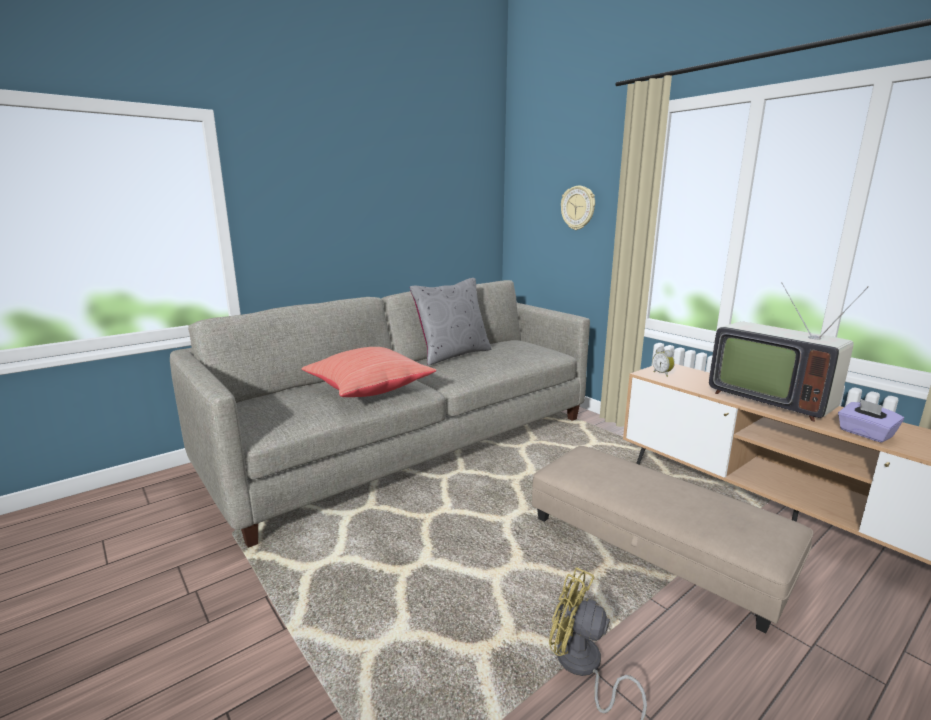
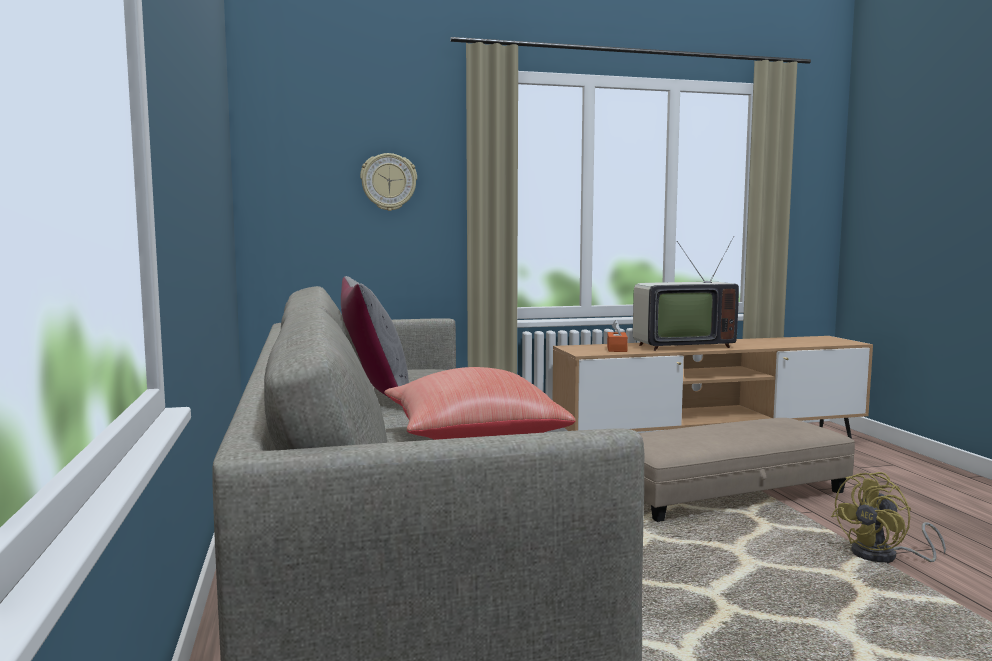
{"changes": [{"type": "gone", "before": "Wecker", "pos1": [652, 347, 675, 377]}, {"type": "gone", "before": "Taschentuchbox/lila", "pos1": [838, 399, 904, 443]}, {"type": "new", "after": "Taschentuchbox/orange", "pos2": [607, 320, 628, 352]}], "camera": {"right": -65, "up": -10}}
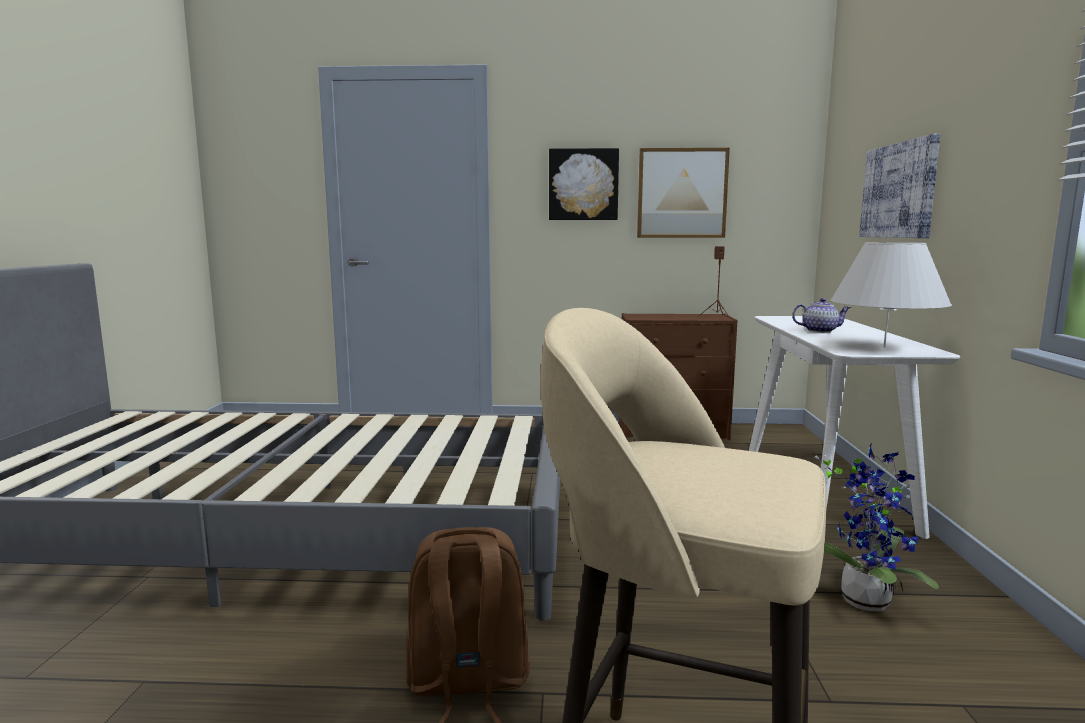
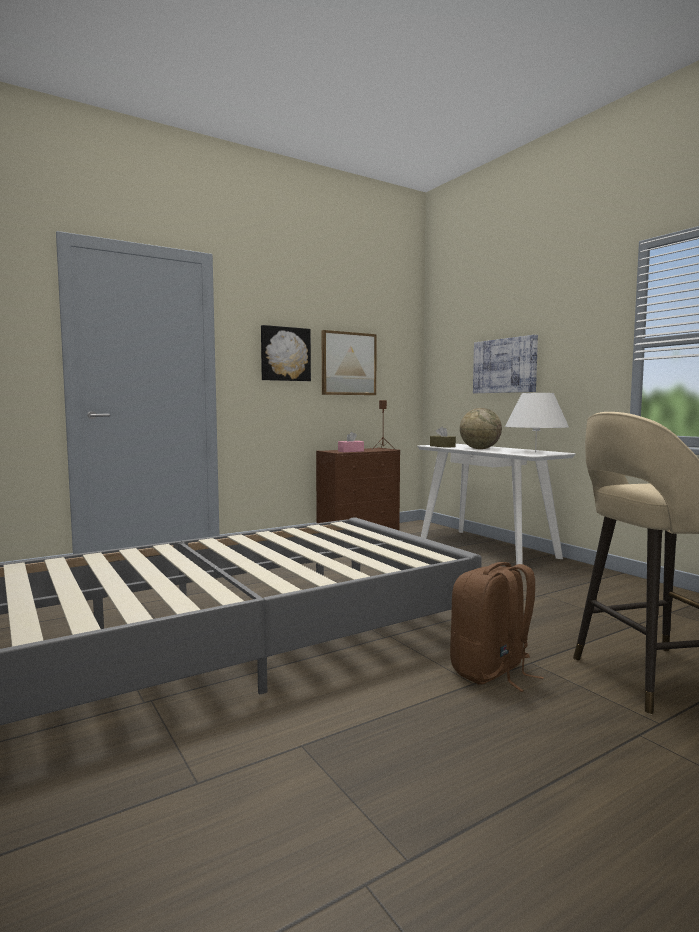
{"changes": [{"type": "swapped", "before": "Teekanne", "after": "Globus", "pos1": [792, 298, 851, 333], "pos2": [460, 408, 502, 449]}, {"type": "gone", "before": "Topfpflanze", "pos1": [815, 443, 939, 611]}, {"type": "new", "after": "Taschentuchbox/rosa", "pos2": [338, 432, 364, 452]}, {"type": "new", "after": "Taschentuchbox/braun", "pos2": [430, 426, 456, 448]}], "camera": {"right": -35, "up": -5}}
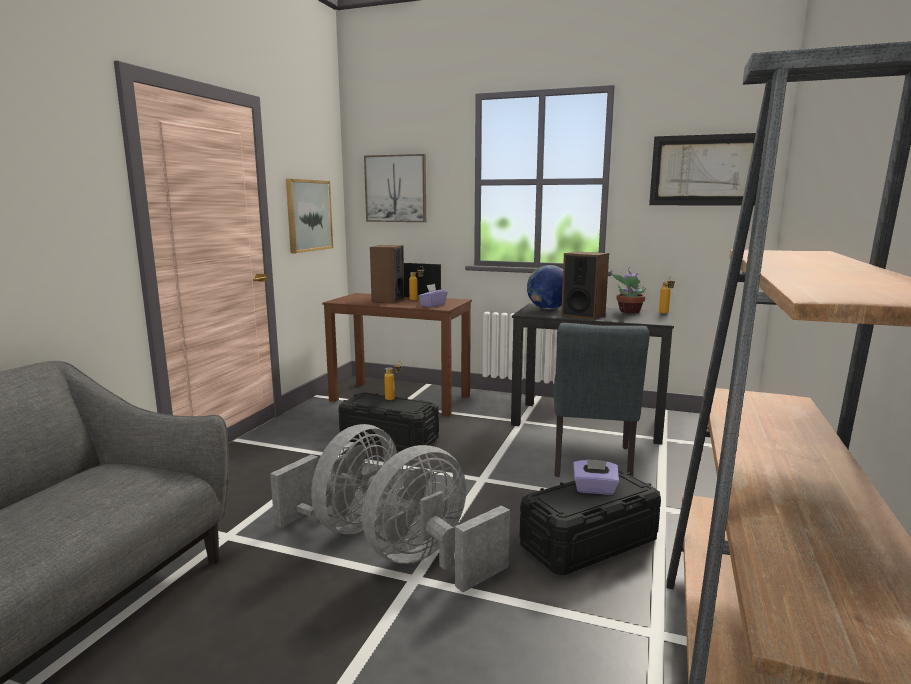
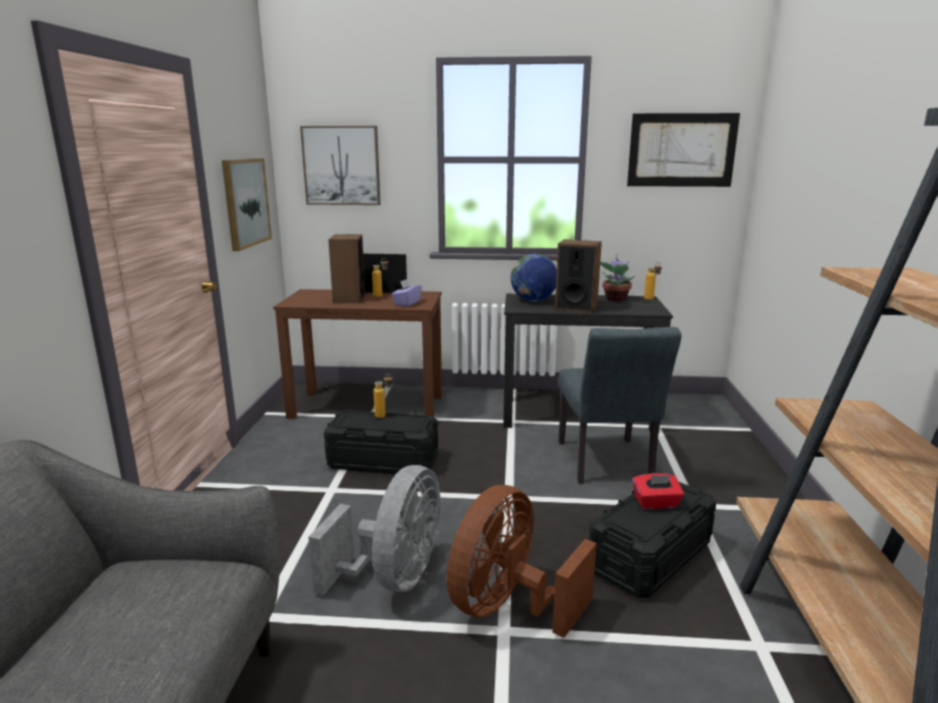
{"changes": [{"type": "repainted", "before": "Ventilator/grau", "after": "Ventilator/braun", "pos1": [362, 445, 510, 592], "pos2": [447, 485, 597, 638]}, {"type": "repainted", "before": "Taschentuchbox/lila", "after": "Taschentuchbox/rot", "pos1": [573, 459, 619, 495], "pos2": [632, 473, 684, 509]}], "camera": {"right": -15, "up": 5}}
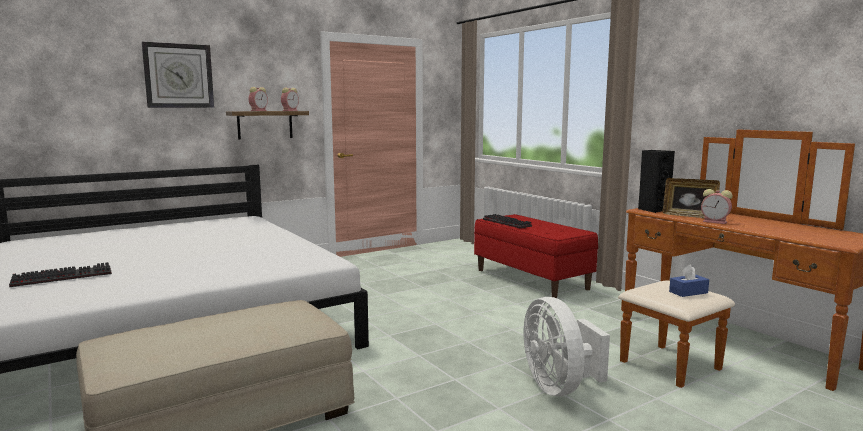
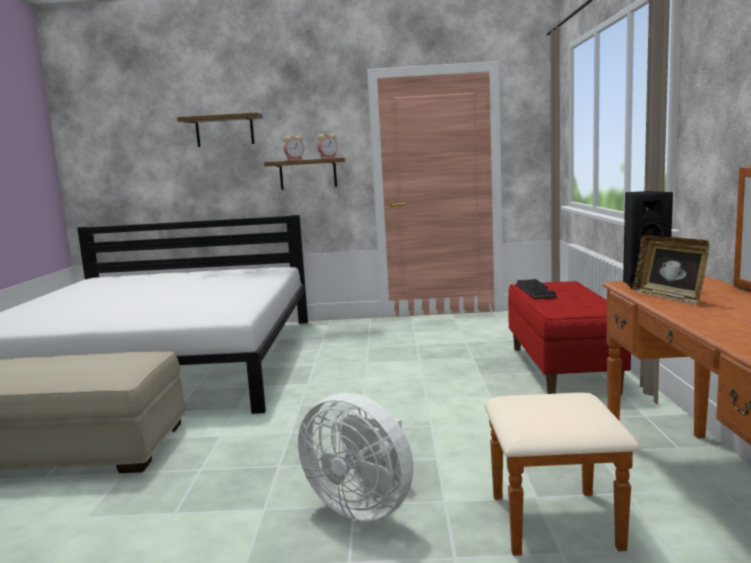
{"changes": [{"type": "gone", "before": "Tastatur", "pos1": [9, 262, 112, 287]}, {"type": "swapped", "before": "Wanduhr", "after": "Wandregal", "pos1": [142, 42, 214, 108], "pos2": [177, 112, 263, 147]}, {"type": "rotated", "before": "Ventilator/weiß", "pos1": [524, 297, 610, 396], "pos2": [298, 393, 413, 521], "turn": -75}, {"type": "gone", "before": "Taschentuchbox/blau", "pos1": [669, 265, 709, 297]}, {"type": "gone", "before": "Wecker", "pos1": [701, 189, 733, 224]}], "camera": {"right": 35, "up": 0}}
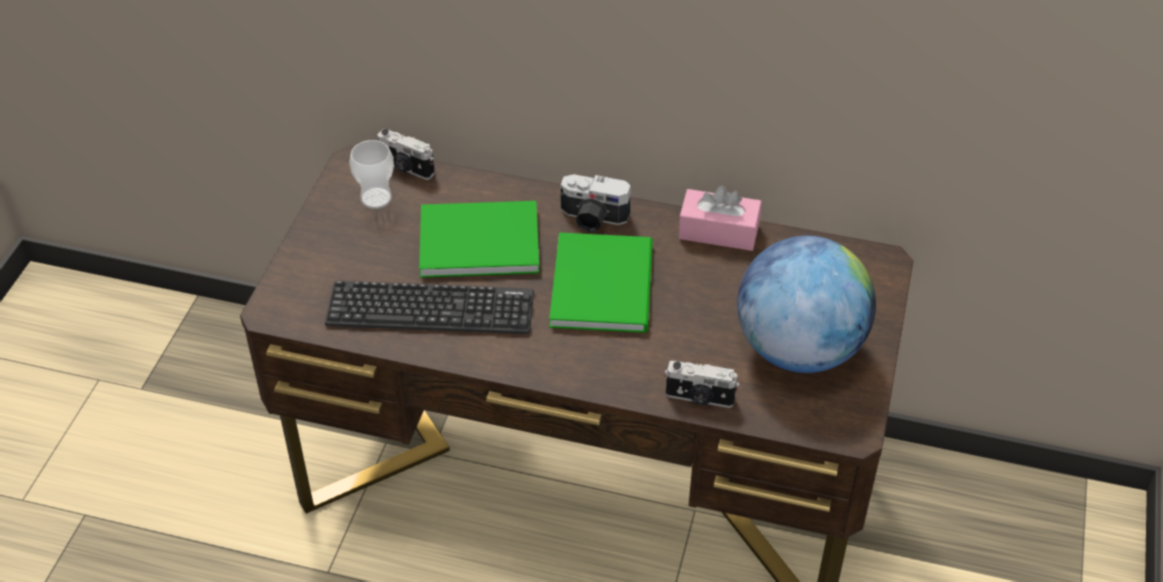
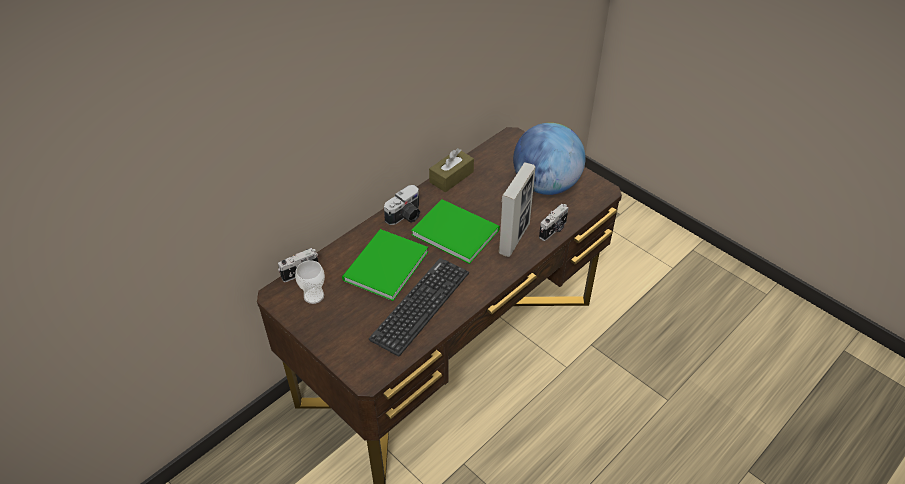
{"changes": [{"type": "repainted", "before": "Taschentuchbox/rosa", "after": "Taschentuchbox/braun", "pos1": [678, 186, 762, 251], "pos2": [429, 148, 474, 192]}, {"type": "new", "after": "Bilderrahmen", "pos2": [498, 162, 536, 257]}], "camera": {"right": -60, "up": 0}}
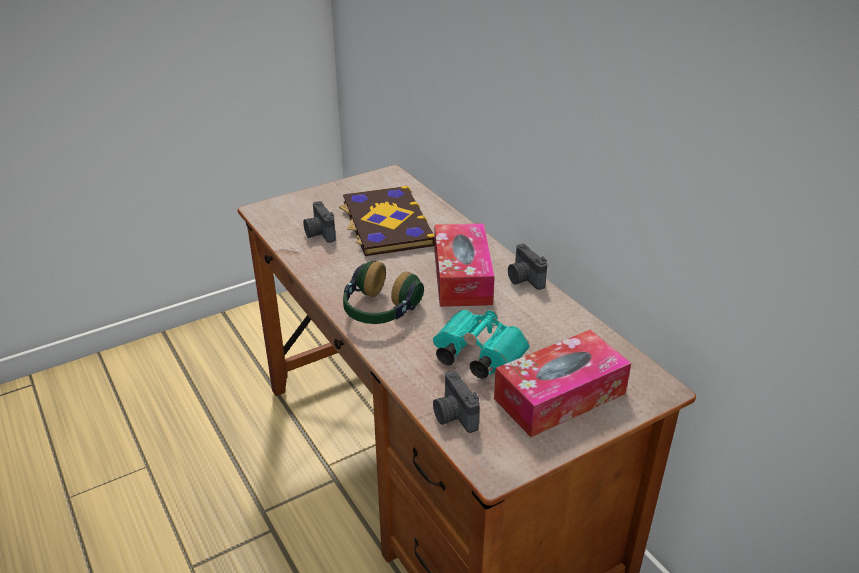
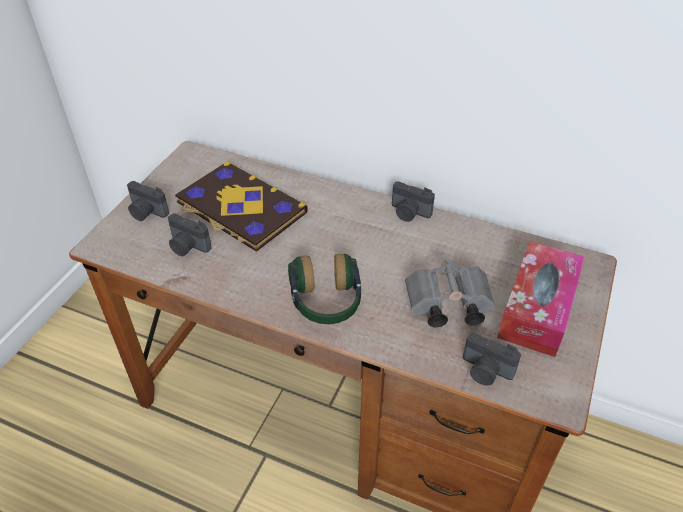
{"changes": [{"type": "repainted", "before": "Fernglas/türkis", "after": "Fernglas/grau", "pos1": [433, 309, 530, 379], "pos2": [405, 259, 495, 327]}, {"type": "gone", "before": "Taschentuchbox", "pos1": [435, 223, 495, 307]}, {"type": "new", "after": "Kamera", "pos2": [127, 181, 169, 221]}], "camera": {"right": -35, "up": 10}}
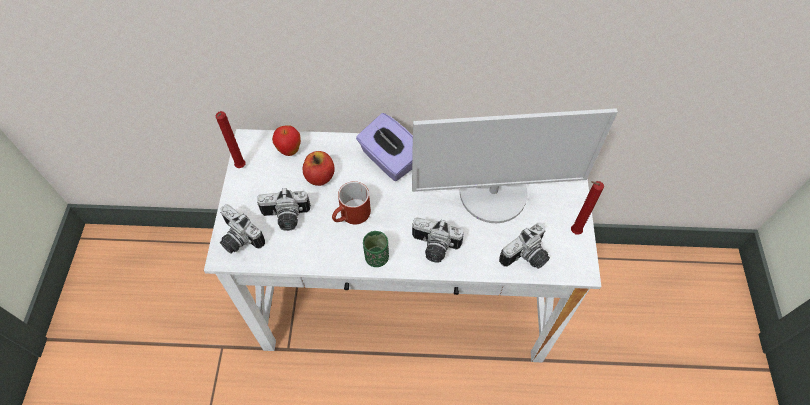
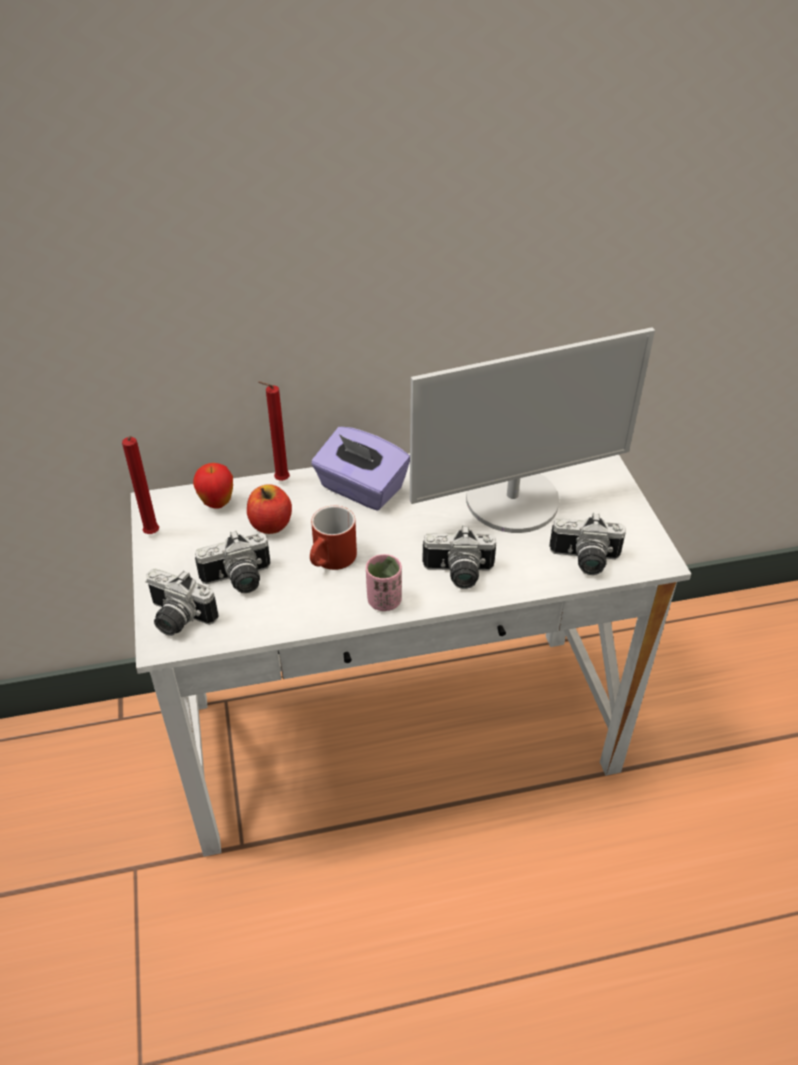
{"changes": [{"type": "repainted", "before": "Tasse/grün", "after": "Tasse/rosa", "pos1": [363, 231, 389, 267], "pos2": [366, 554, 402, 611]}, {"type": "rotated", "before": "Kamera", "pos1": [499, 223, 550, 269], "pos2": [549, 513, 626, 575], "turn": 60}, {"type": "shifted", "before": "Kerze/rot", "pos1": [571, 181, 604, 235], "pos2": [258, 381, 290, 481]}], "camera": {"right": -15, "up": -15}}
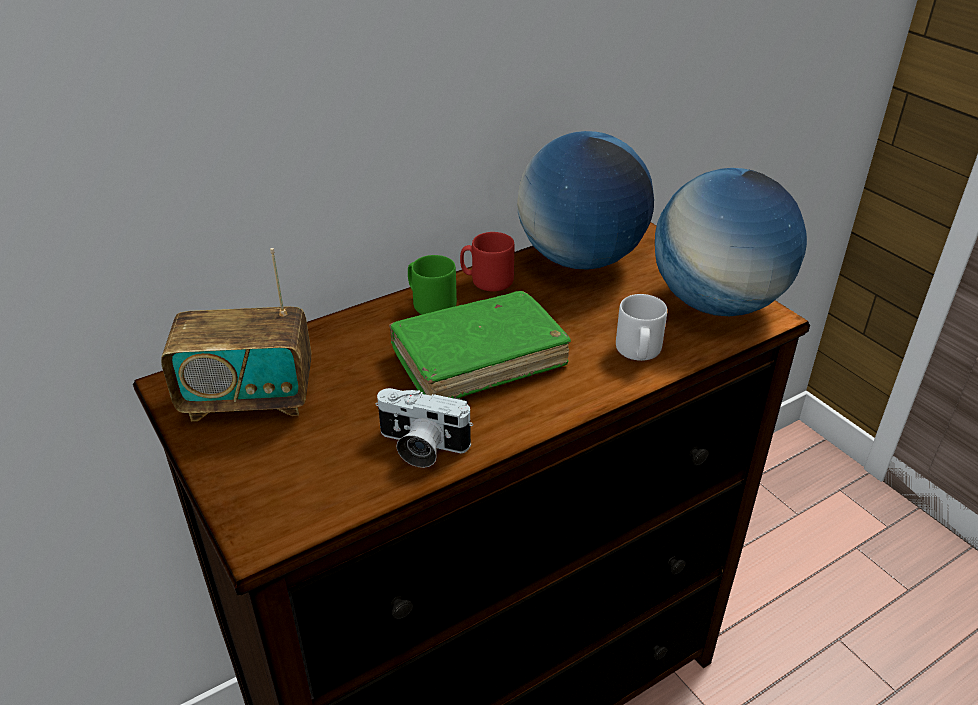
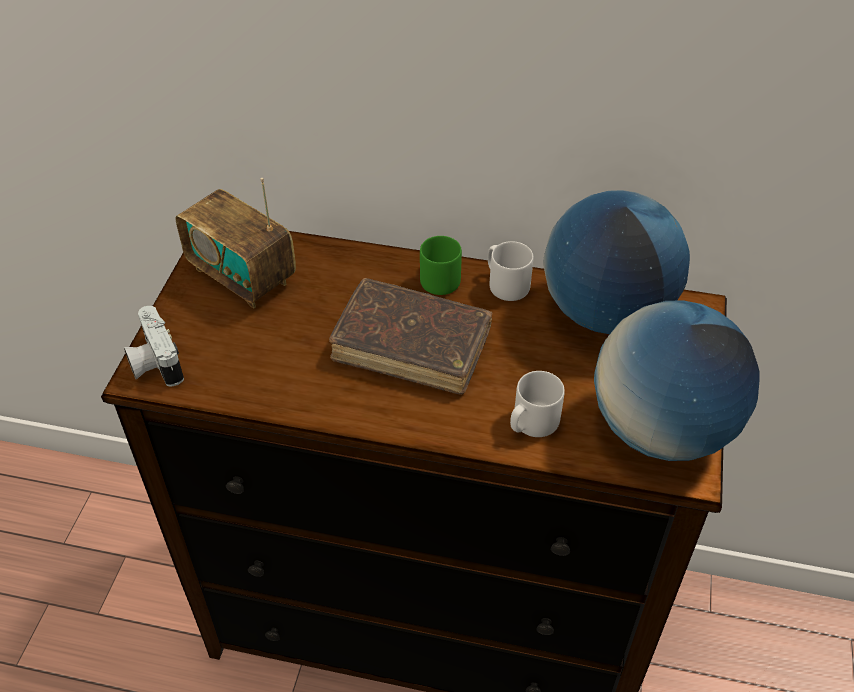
{"changes": [{"type": "shifted", "before": "Kamera", "pos1": [376, 388, 473, 468], "pos2": [124, 306, 184, 387]}, {"type": "repainted", "before": "Buch/grün", "after": "Buch/braun", "pos1": [389, 291, 571, 398], "pos2": [329, 278, 492, 395]}, {"type": "repainted", "before": "Henkelbecher/rot", "after": "Henkelbecher/grau", "pos1": [460, 232, 514, 291], "pos2": [488, 241, 533, 301]}], "camera": {"right": 45, "up": 10}}
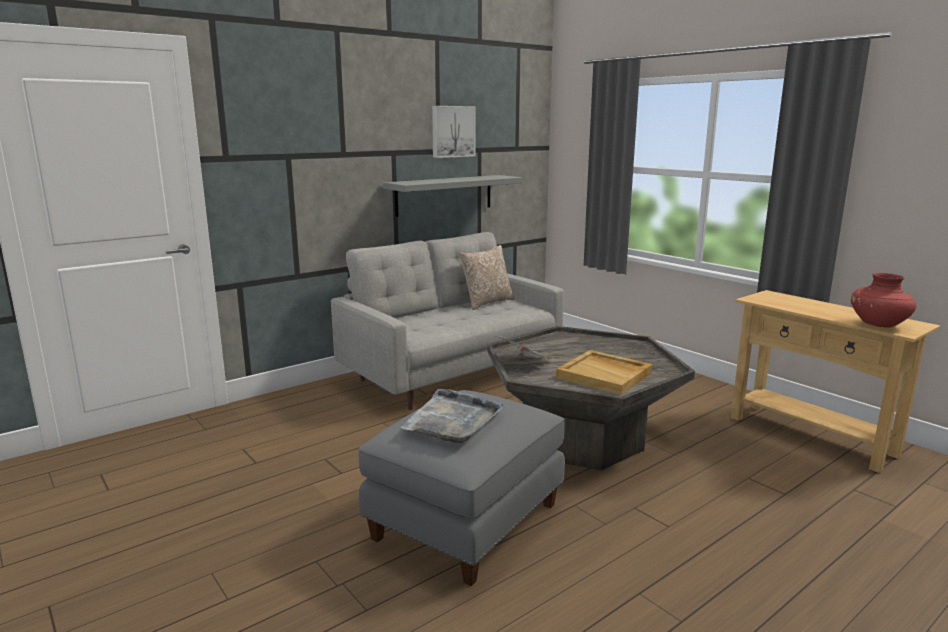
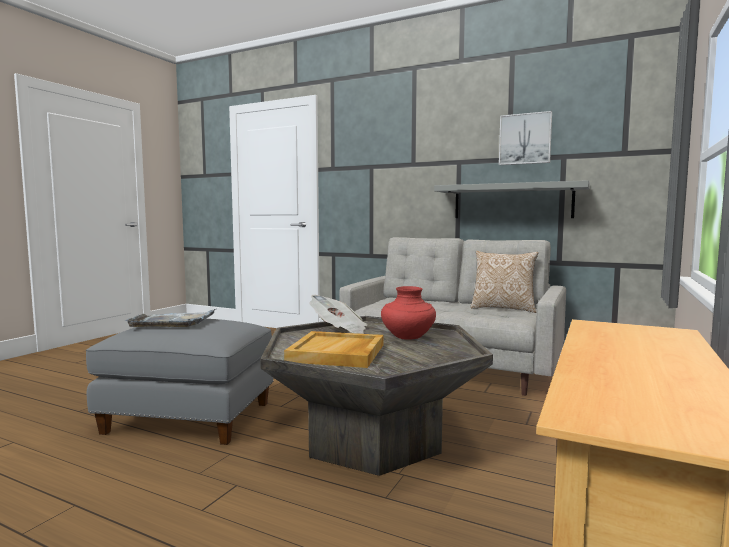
{"changes": [{"type": "shifted", "before": "Vase/rot", "pos1": [851, 273, 916, 328], "pos2": [381, 286, 436, 340]}], "camera": {"right": 65, "up": -10}}
